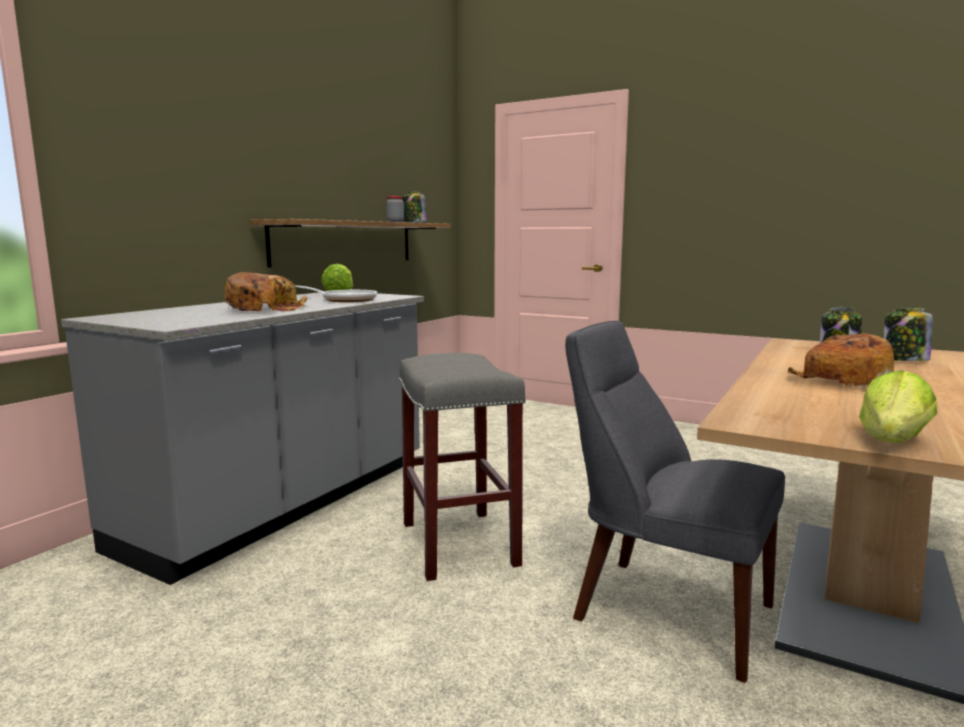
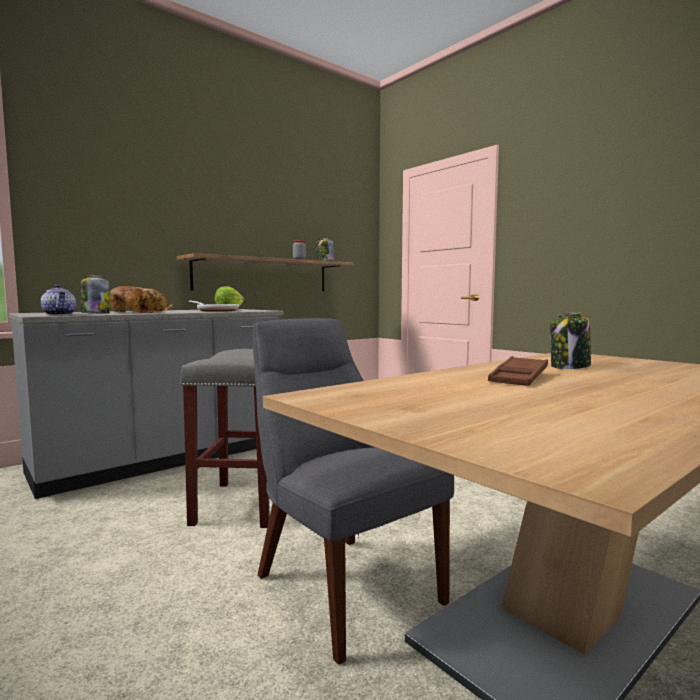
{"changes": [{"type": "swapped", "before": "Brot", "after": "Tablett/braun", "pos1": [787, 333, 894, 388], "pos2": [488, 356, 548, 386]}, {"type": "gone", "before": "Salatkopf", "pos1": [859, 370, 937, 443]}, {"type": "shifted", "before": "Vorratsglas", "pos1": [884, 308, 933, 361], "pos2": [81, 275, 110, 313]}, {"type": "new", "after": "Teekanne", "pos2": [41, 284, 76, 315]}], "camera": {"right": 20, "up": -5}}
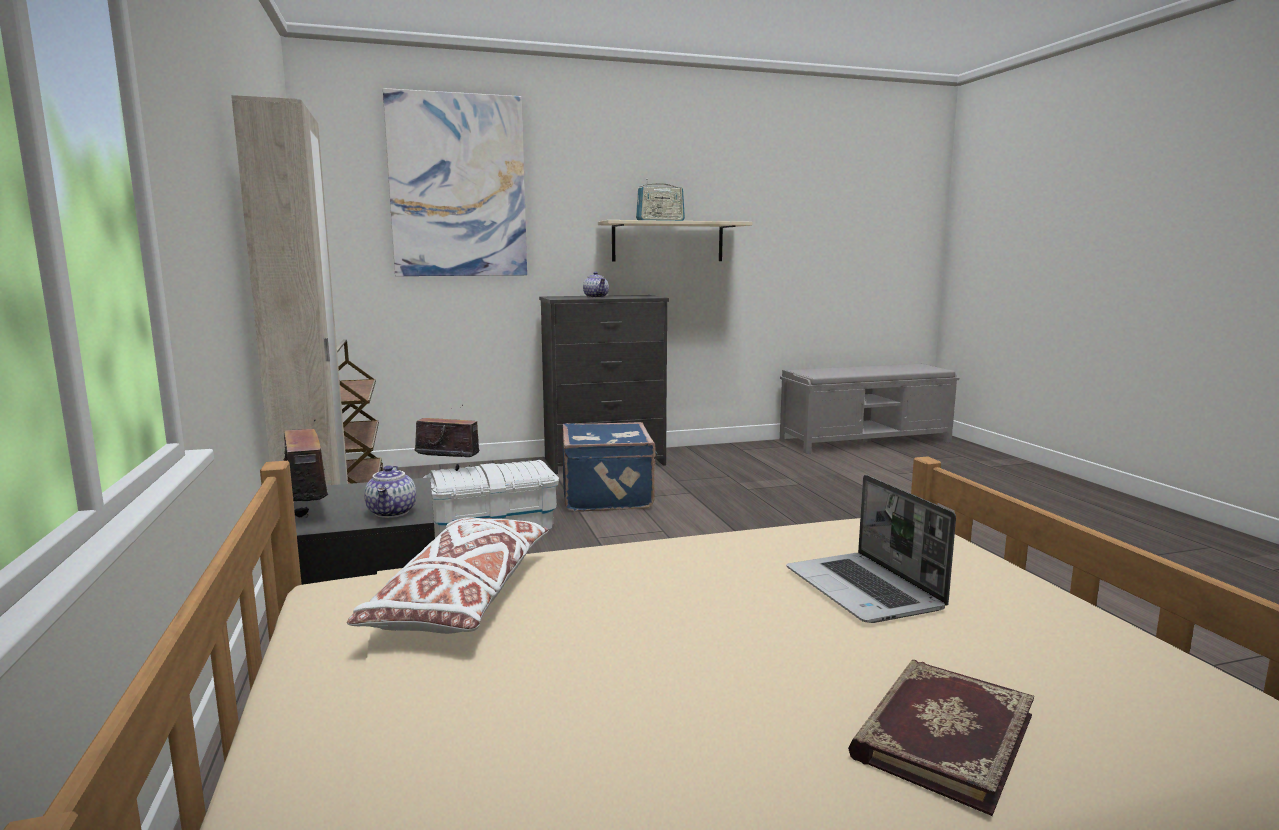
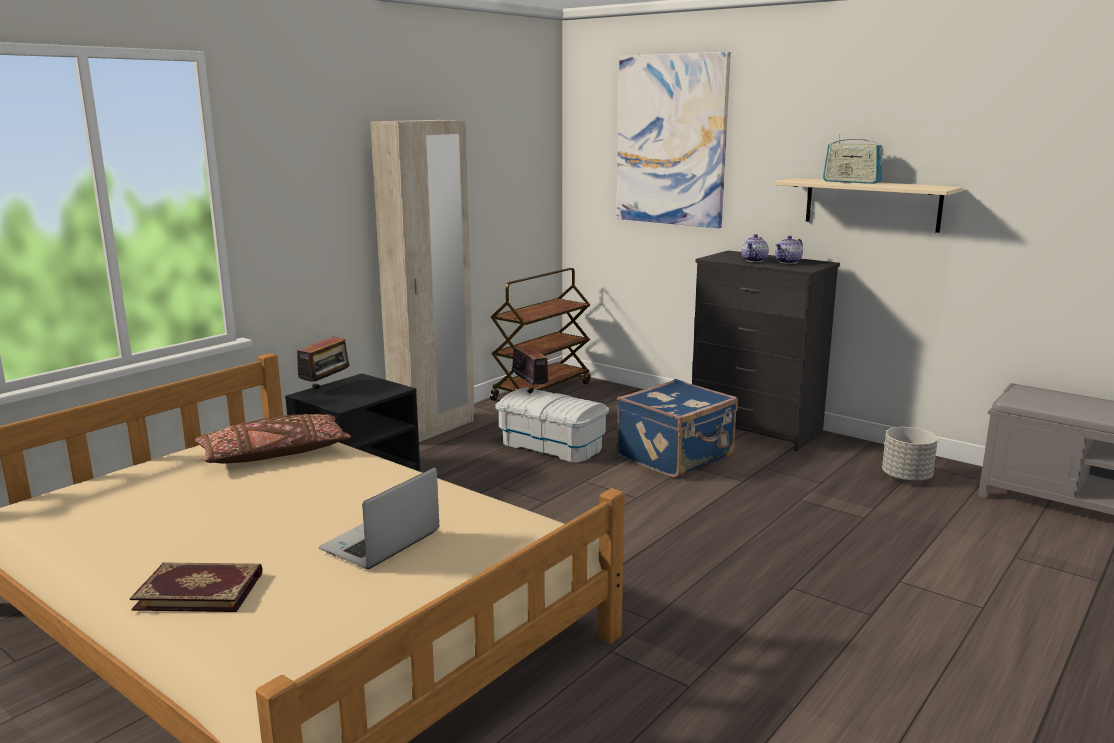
{"changes": [{"type": "repainted", "before": "Kissen/weiß", "after": "Kissen/braun", "pos1": [347, 517, 549, 634], "pos2": [195, 414, 351, 464]}, {"type": "shifted", "before": "Teekanne", "pos1": [364, 465, 416, 518], "pos2": [775, 236, 803, 264]}, {"type": "new", "after": "Pflanzkübel/grau", "pos2": [882, 427, 938, 482]}], "camera": {"right": 55, "up": 5}}
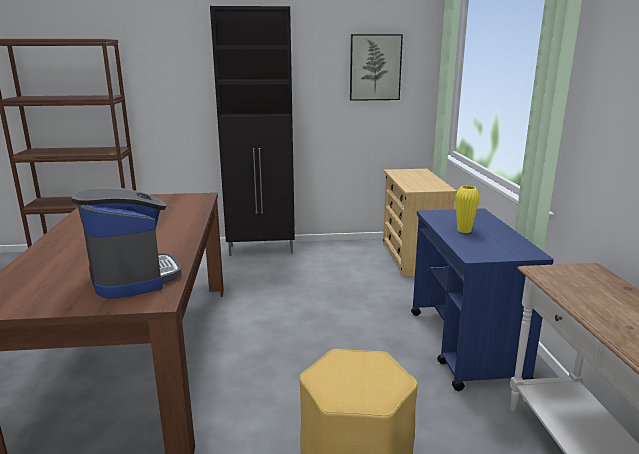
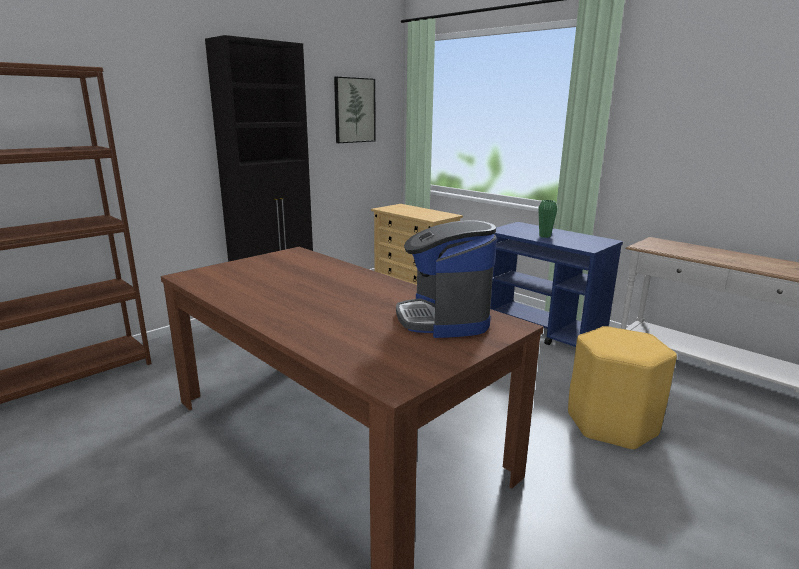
{"changes": [{"type": "rotated", "before": "Kaffeemaschine", "pos1": [71, 187, 181, 298], "pos2": [396, 220, 497, 338], "turn": -120}, {"type": "repainted", "before": "Vase/gelb", "after": "Vase/grün", "pos1": [456, 186, 480, 233], "pos2": [538, 200, 557, 238]}], "camera": {"right": -40, "up": 0}}
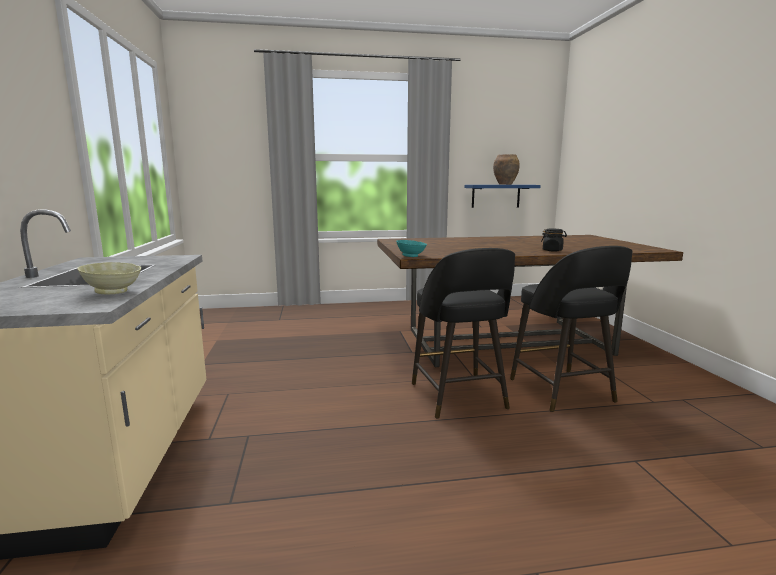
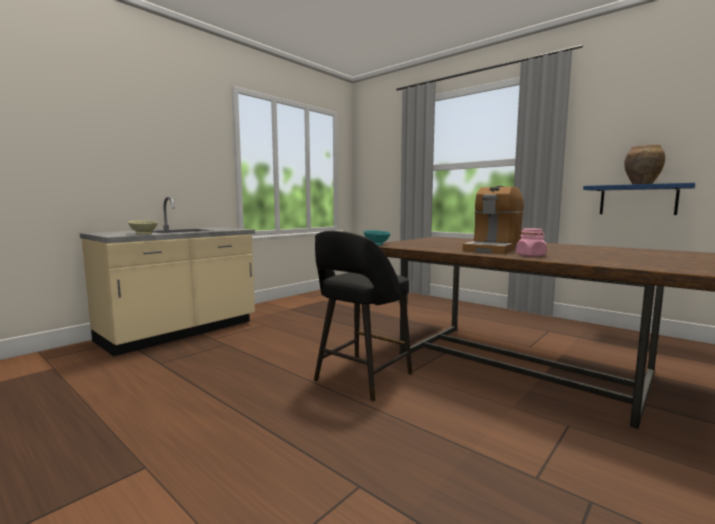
{"changes": [{"type": "gone", "before": "Hocker/schwarz", "pos1": [510, 246, 633, 412]}, {"type": "repainted", "before": "Vorratsglas/schwarz", "after": "Vorratsglas/rosa", "pos1": [541, 229, 567, 251], "pos2": [516, 228, 547, 257]}, {"type": "new", "after": "Kaffeemaschine", "pos2": [463, 186, 524, 254]}], "camera": {"right": 50, "up": -5}}
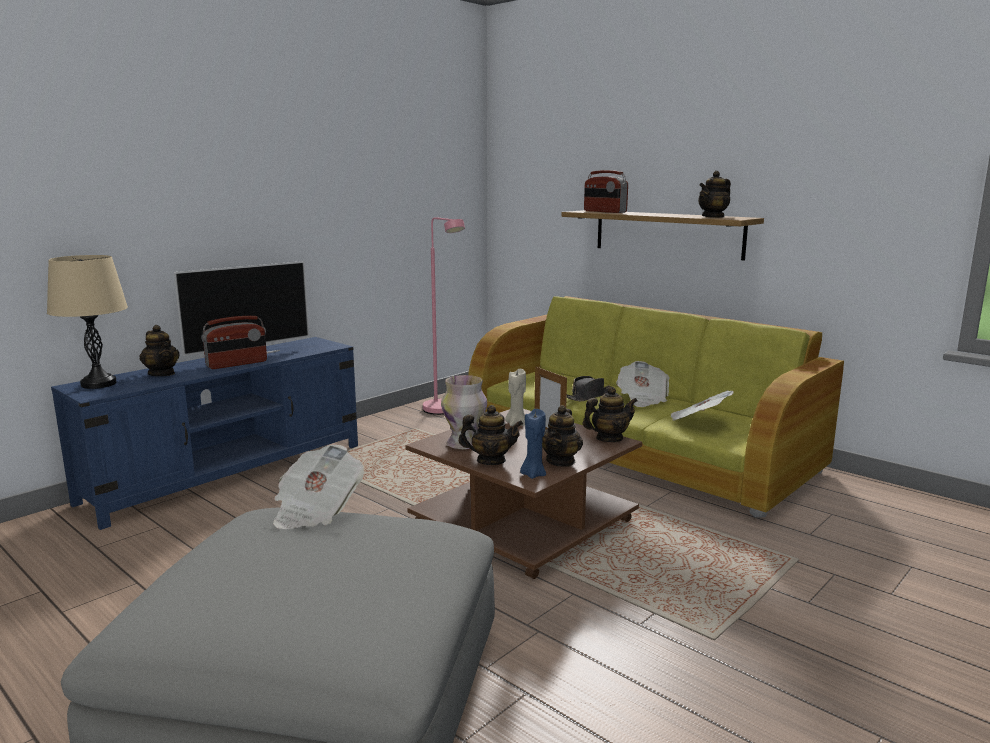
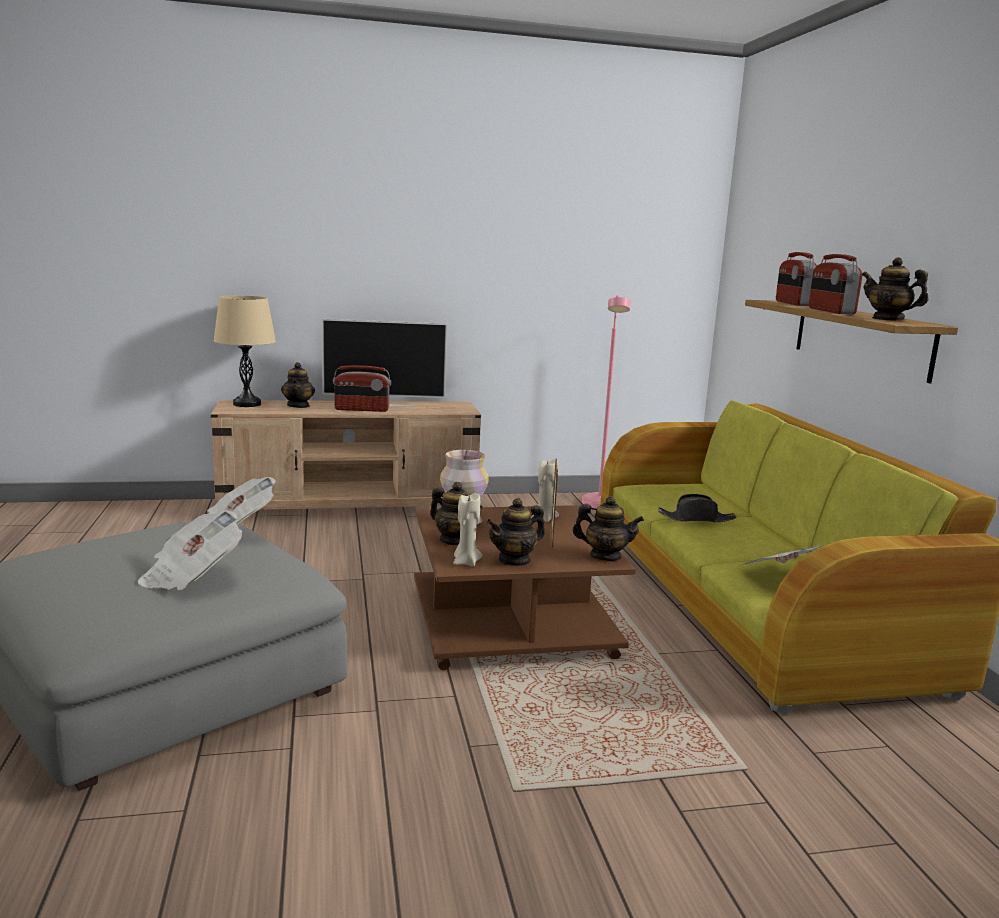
{"changes": [{"type": "repainted", "before": "Fernsehschrank/blau", "after": "Fernsehschrank/beige", "pos1": [51, 337, 358, 530], "pos2": [211, 400, 481, 510]}, {"type": "repainted", "before": "Kerze/blau", "after": "Kerze/beige", "pos1": [520, 409, 546, 479], "pos2": [453, 492, 482, 566]}, {"type": "shifted", "before": "Zeitung", "pos1": [616, 361, 669, 407], "pos2": [138, 511, 242, 590]}, {"type": "rotated", "before": "Teekanne", "pos1": [698, 171, 731, 218], "pos2": [862, 257, 928, 320], "turn": 45}, {"type": "new", "after": "Radio", "pos2": [809, 254, 862, 314]}], "camera": {"right": 35, "up": 0}}
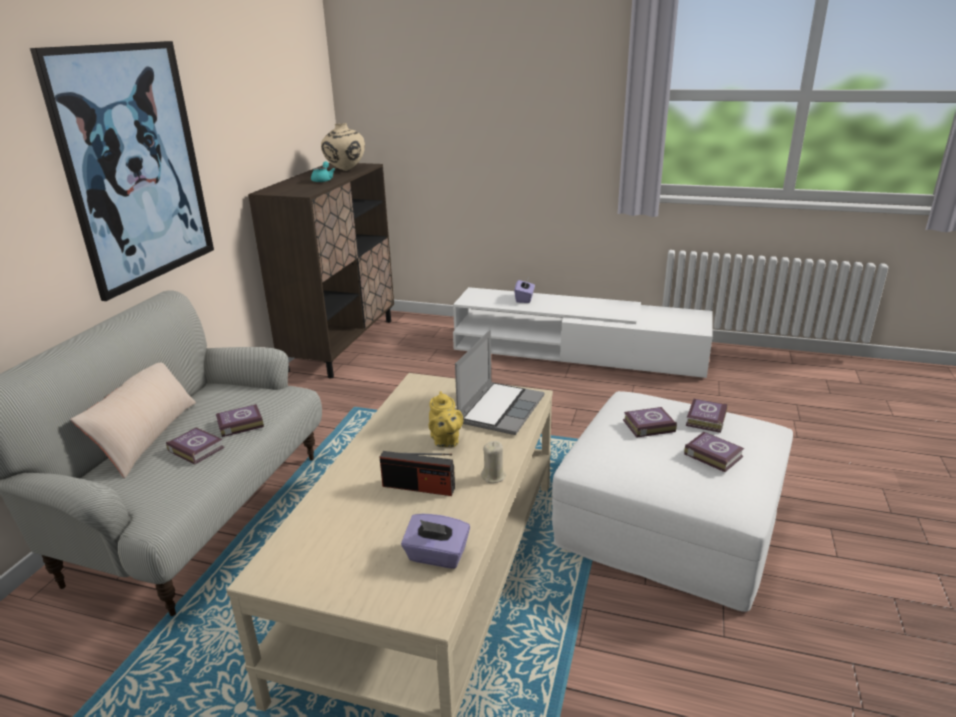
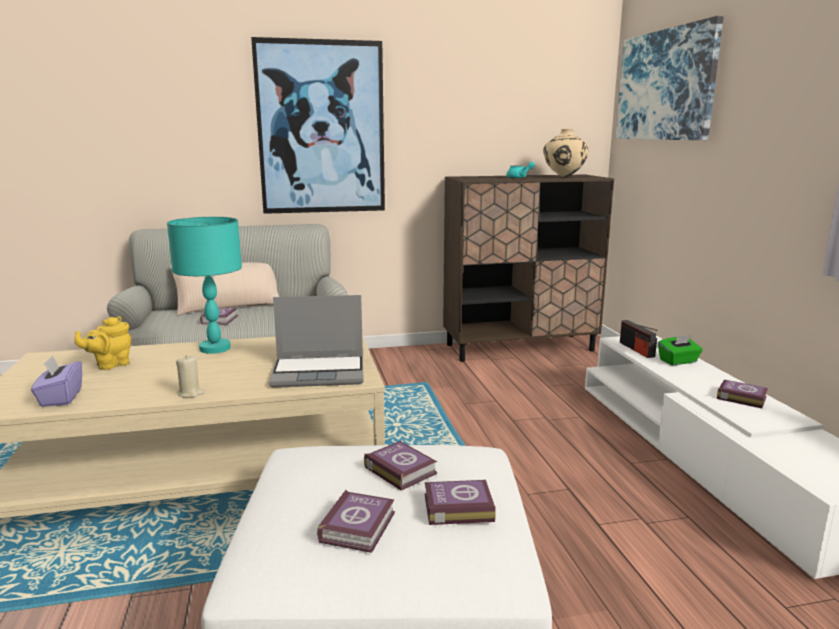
{"changes": [{"type": "shifted", "before": "Buch", "pos1": [216, 404, 264, 437], "pos2": [717, 380, 768, 408]}, {"type": "shifted", "before": "Radio", "pos1": [380, 451, 455, 496], "pos2": [620, 320, 657, 358]}, {"type": "shifted", "before": "Teekanne/gelb", "pos1": [429, 391, 463, 447], "pos2": [74, 316, 131, 370]}, {"type": "repainted", "before": "Taschentuchbox/lila", "after": "Taschentuchbox/grün", "pos1": [514, 279, 535, 303], "pos2": [658, 335, 703, 365]}, {"type": "new", "after": "Tischlampe/türkis", "pos2": [167, 217, 242, 354]}, {"type": "new", "after": "Bild", "pos2": [616, 16, 723, 140]}], "camera": {"right": 60, "up": -10}}
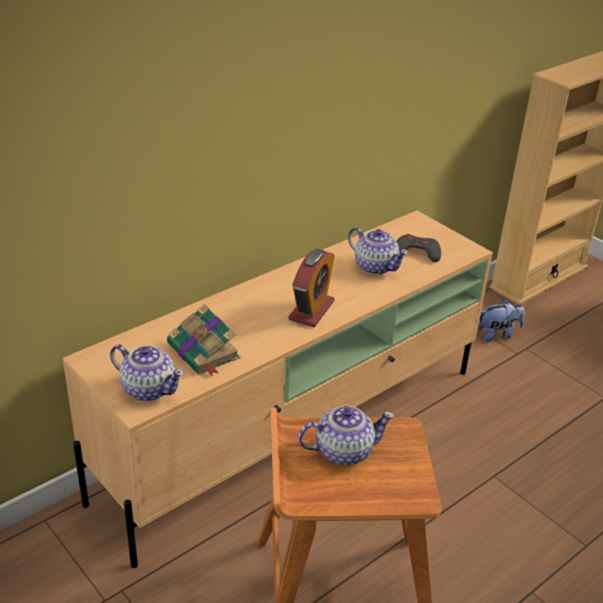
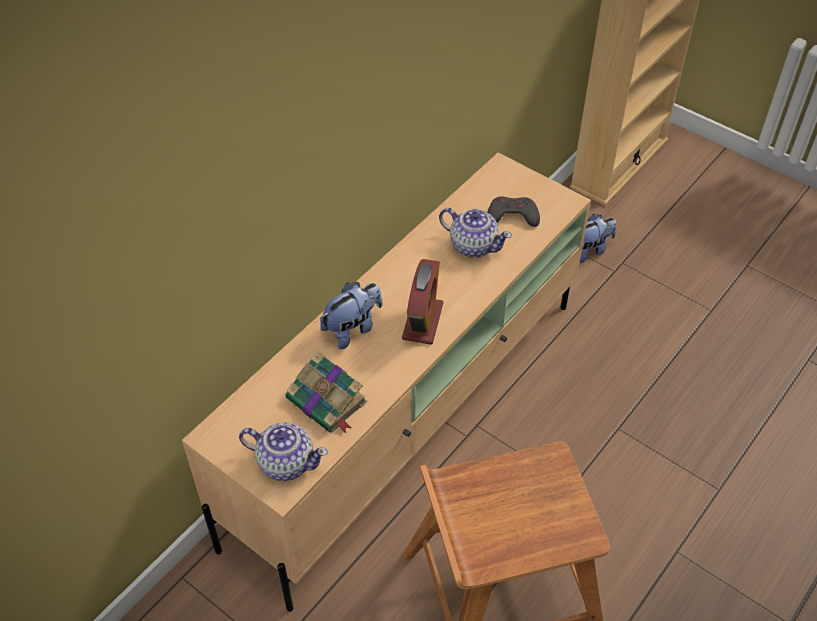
{"changes": [{"type": "gone", "before": "Teekanne", "pos1": [298, 405, 395, 466]}, {"type": "new", "after": "Plüschtier", "pos2": [320, 282, 383, 349]}], "camera": {"right": -10, "up": 15}}
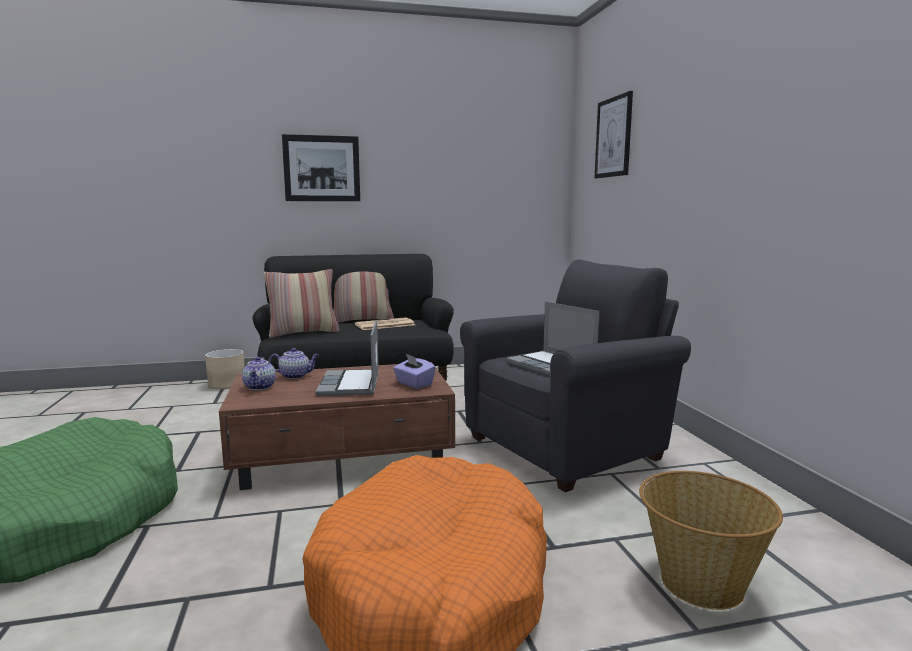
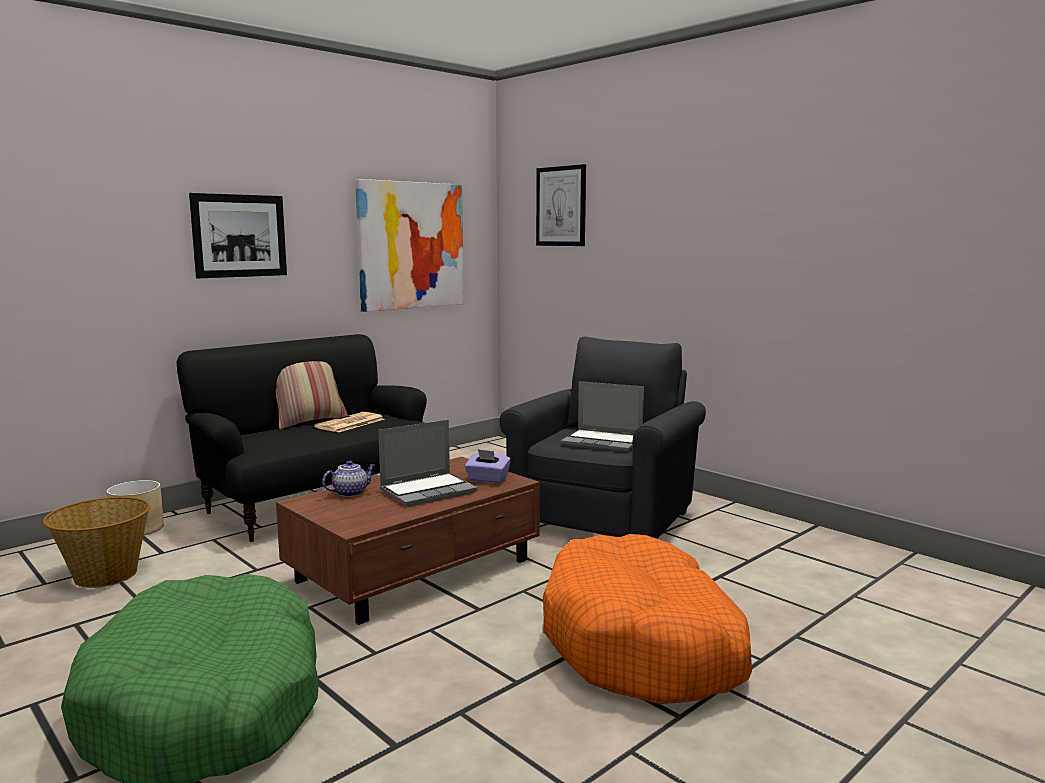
{"changes": [{"type": "gone", "before": "Teekanne", "pos1": [242, 357, 276, 390]}, {"type": "gone", "before": "Kissen", "pos1": [263, 269, 340, 338]}, {"type": "rotated", "before": "Laptop", "pos1": [315, 320, 379, 396], "pos2": [378, 420, 478, 507], "turn": -90}, {"type": "shifted", "before": "Korb", "pos1": [639, 471, 783, 610], "pos2": [43, 497, 150, 588]}, {"type": "new", "after": "Bild", "pos2": [355, 179, 464, 312]}], "camera": {"right": -30, "up": 0}}
